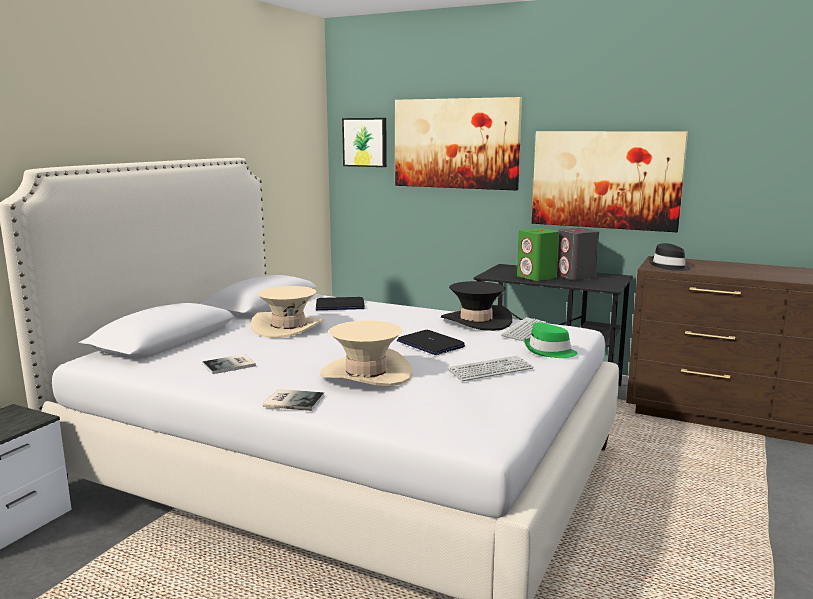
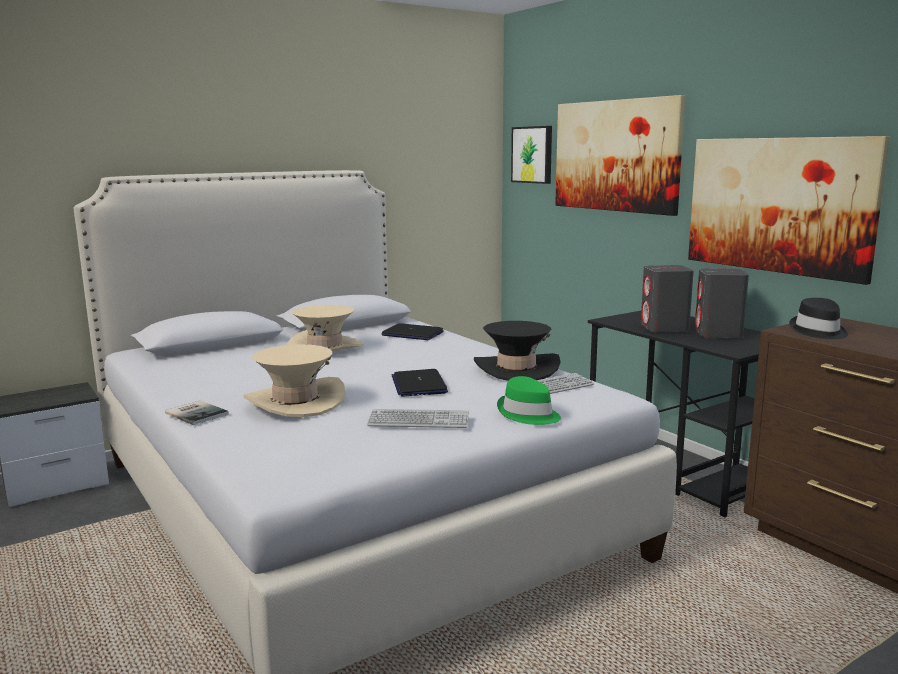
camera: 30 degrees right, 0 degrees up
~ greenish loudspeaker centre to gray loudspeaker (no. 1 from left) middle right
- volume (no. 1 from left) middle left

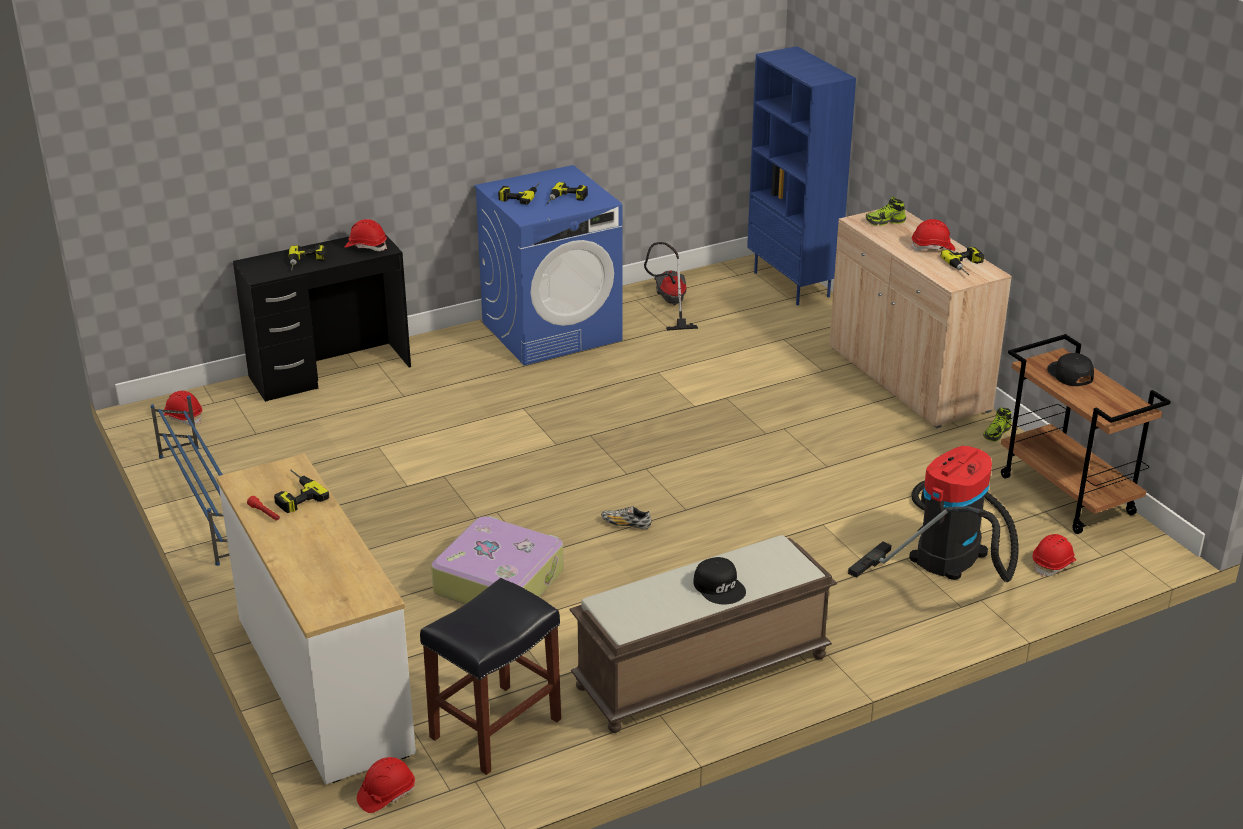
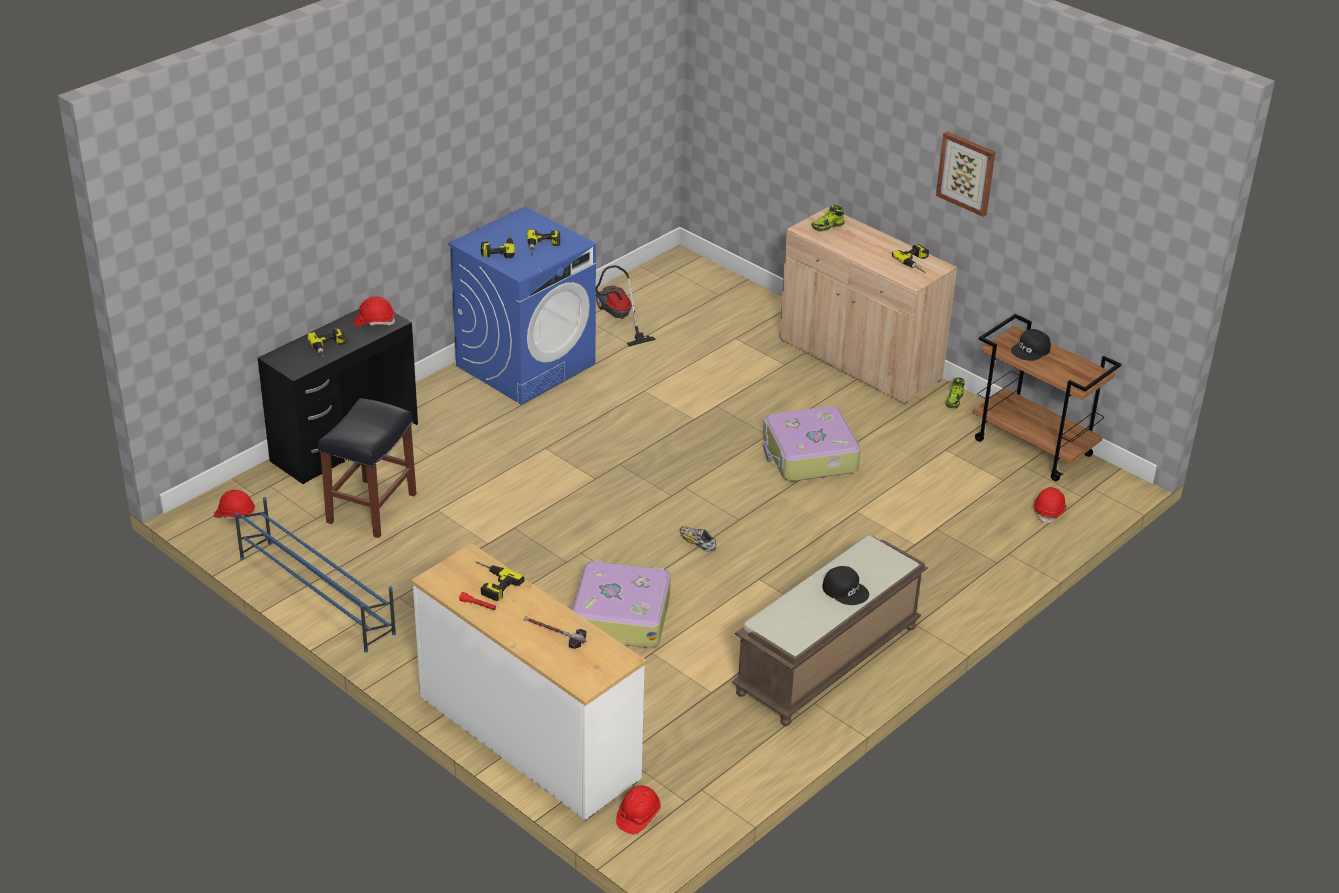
camera: 20 degrees left, 5 degrees up
~ black sitting stool bottom centre to middle left
+ hand hammer bottom centre
~ item of footwear (no. 1 from left) centre = centre 45 degrees clockwise
+ travel case (no. 2 from left) centre
+ wall picture top right
~ black cap (no. 2 from left) middle right = middle right 90 degrees counterclockwise
- bluish shelving unit top centre
- vacuum (no. 2 from left) middle right
- red safety helmet (no. 4 from left) top right

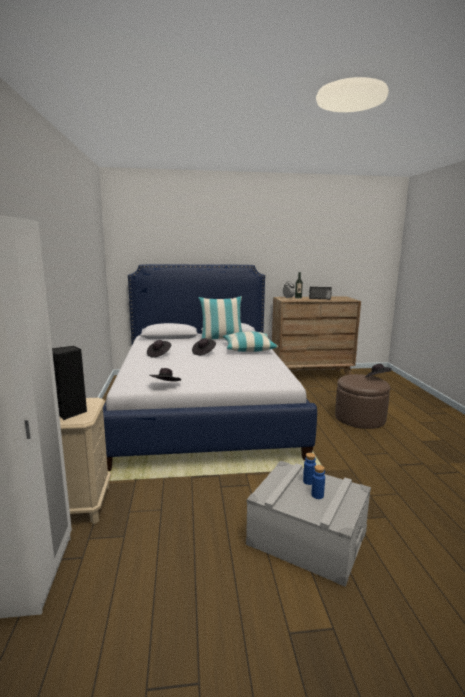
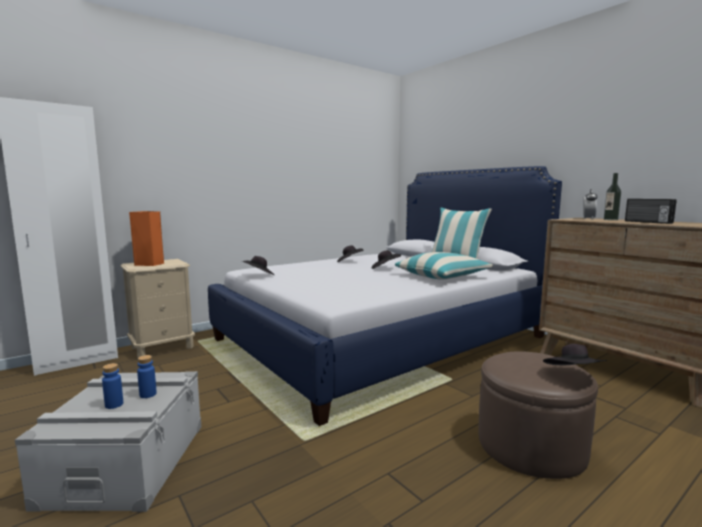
camera: 60 degrees right, 5 degrees down
~ black loudspeaker middle left to orangey loudspeaker middle left

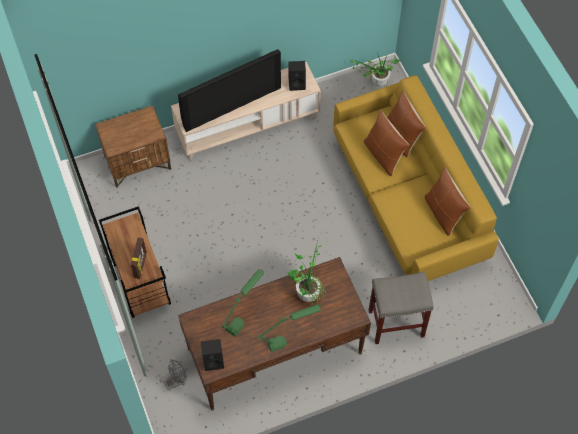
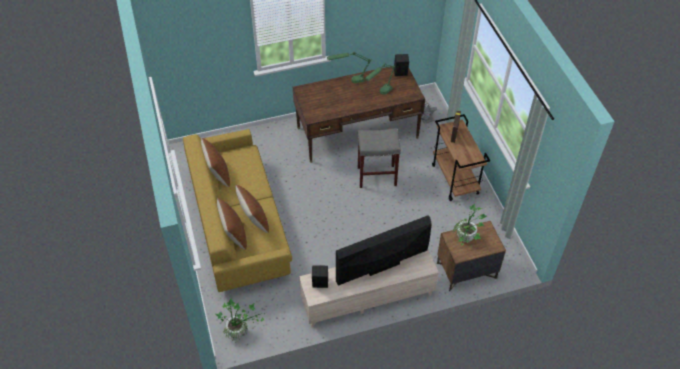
camera: 175 degrees left, 10 degrees down
~ gray sitting stool bottom right to centre
~ houseplant (no. 1 from left in the first image) centre to houseplant (no. 2 from left) middle right

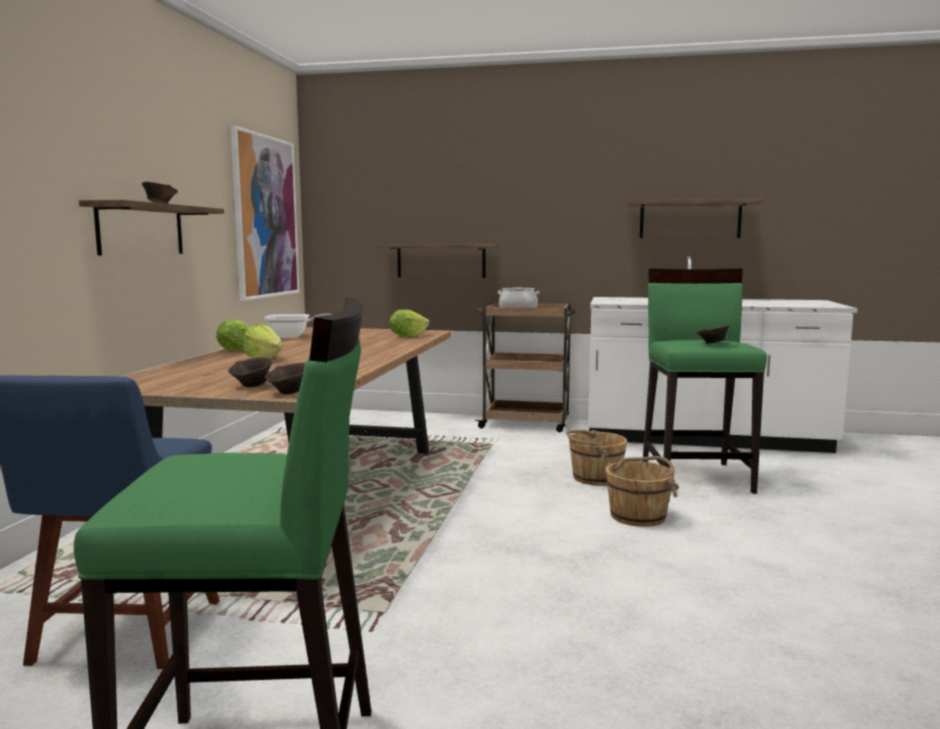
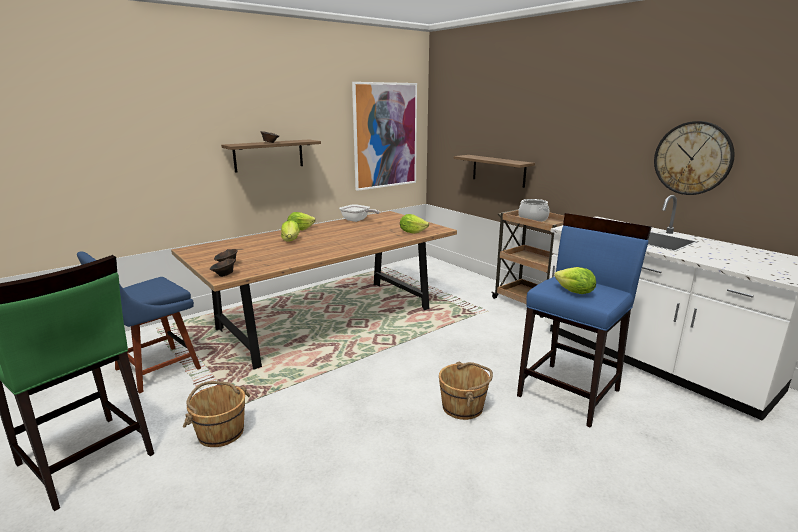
camera: 40 degrees right, 10 degrees up
~ brown-coloured water bucket (no. 1 from left) centre to bottom left
~ greenish sitting stool (no. 2 from left) middle right to bluish sitting stool middle right
~ brown-coloured deep dish (no. 4 from left) middle right to head of lettuce (no. 4 from left) middle right
~ shelf (no. 3 from left) top right to wall clock top right

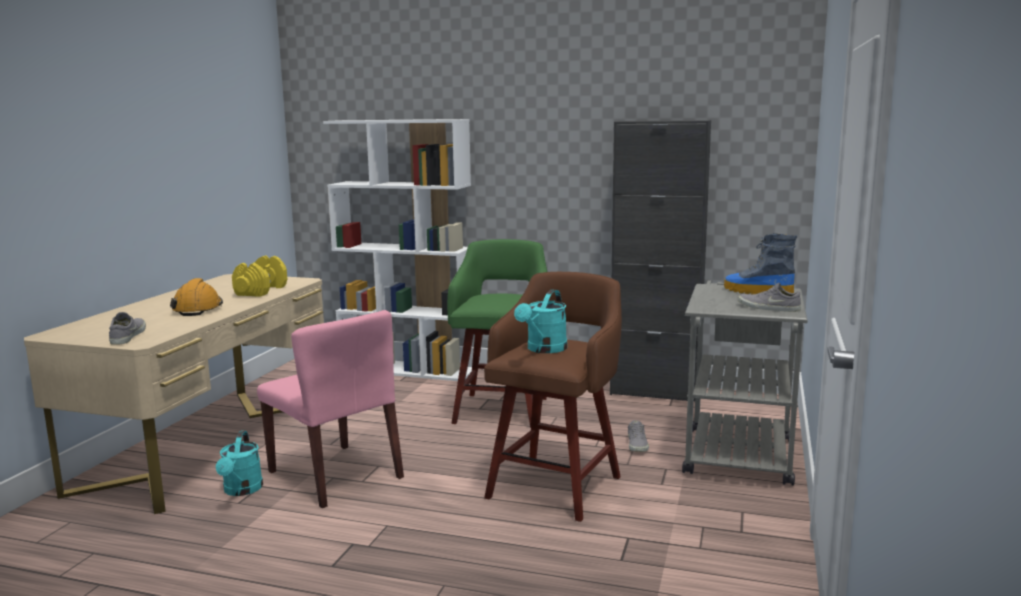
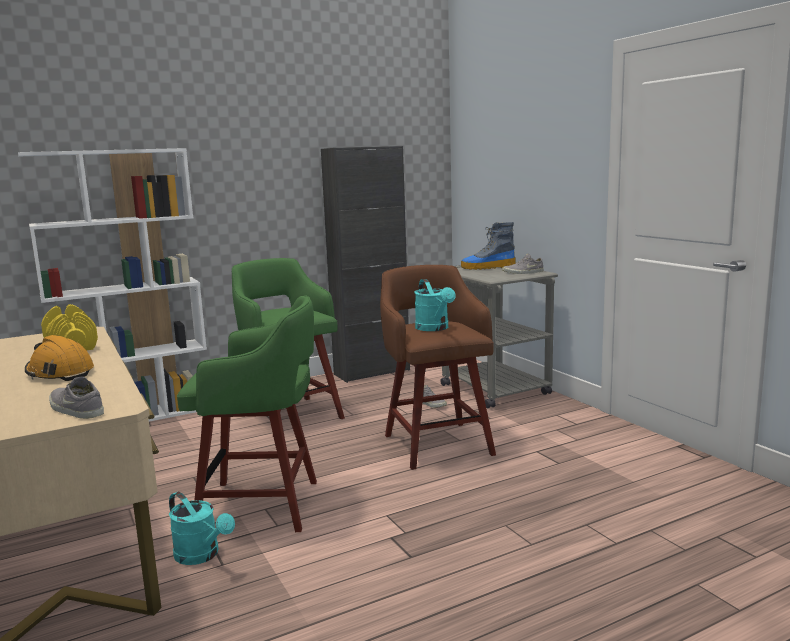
camera: 45 degrees left, 0 degrees up
~ pink upright chair bottom left to greenish sitting stool (no. 1 from left) middle left

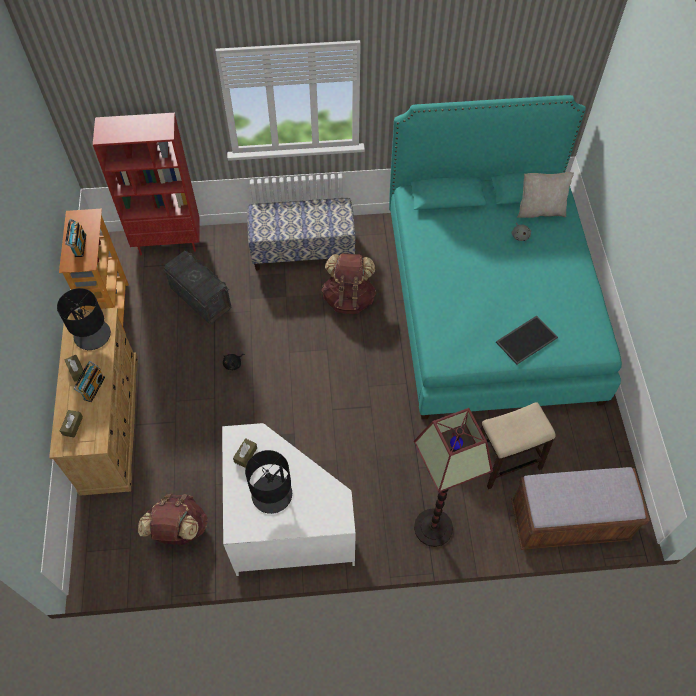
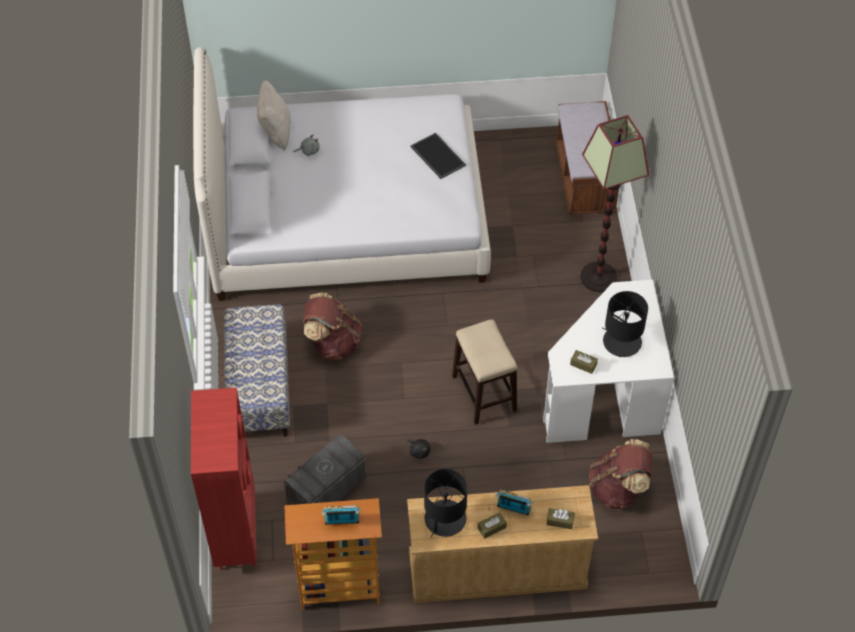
camera: 90 degrees left, 5 degrees down
~ blue-green bedroom bed middle right to white-coloured bedroom bed top centre
~ sitting stool middle right to centre

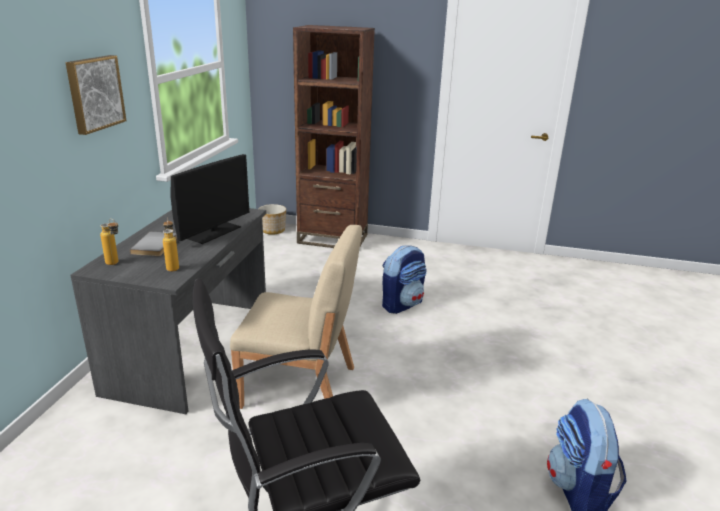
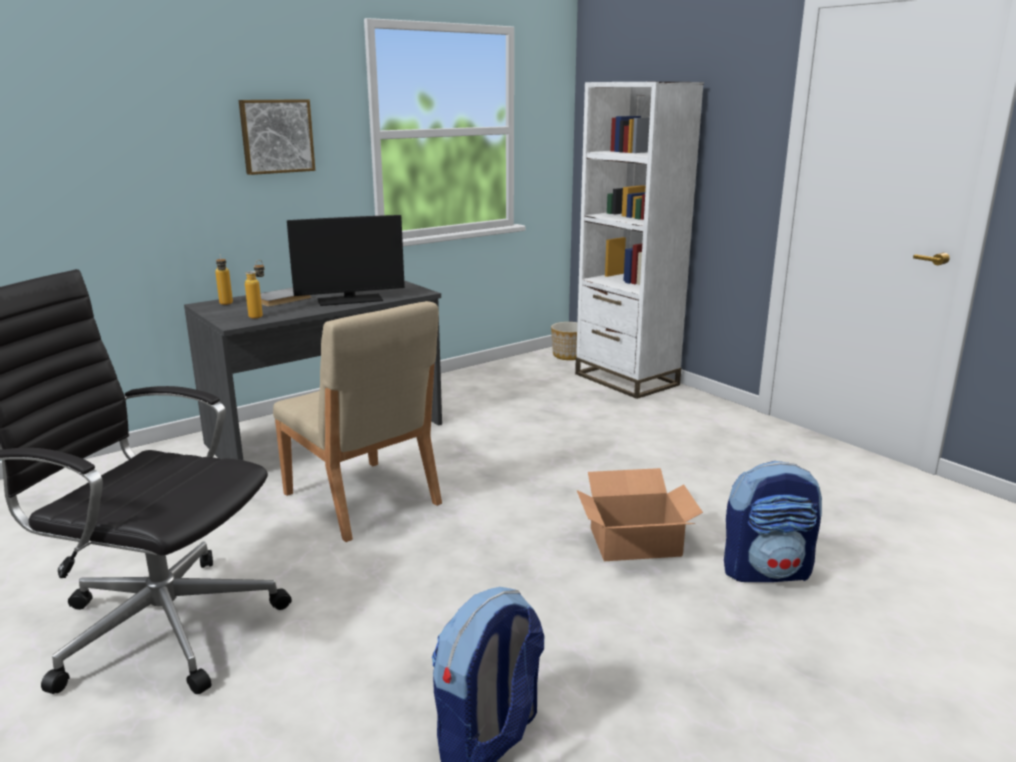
camera: 40 degrees right, 5 degrees down
~ brown-coloured shelving unit top centre to white-coloured shelving unit top centre
+ carton bottom centre
~ rucksack (no. 1 from left in the first image) centre to rucksack (no. 2 from left) bottom right

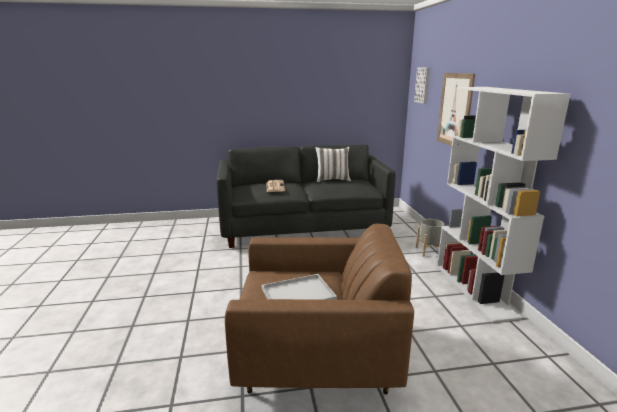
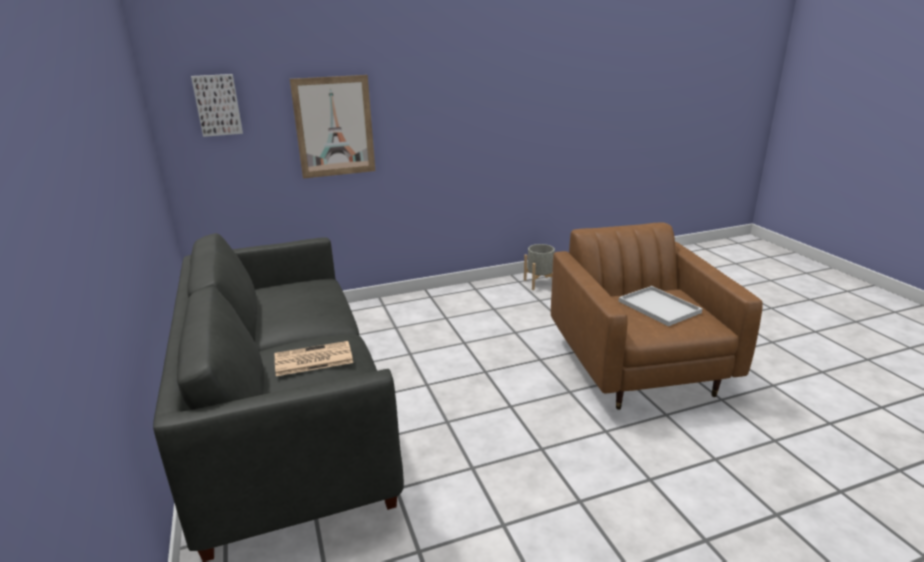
camera: 100 degrees left, 5 degrees up
~ gray plant pot middle right to centre
- white-coloured cushion centre
- white-coloured shelving unit middle right

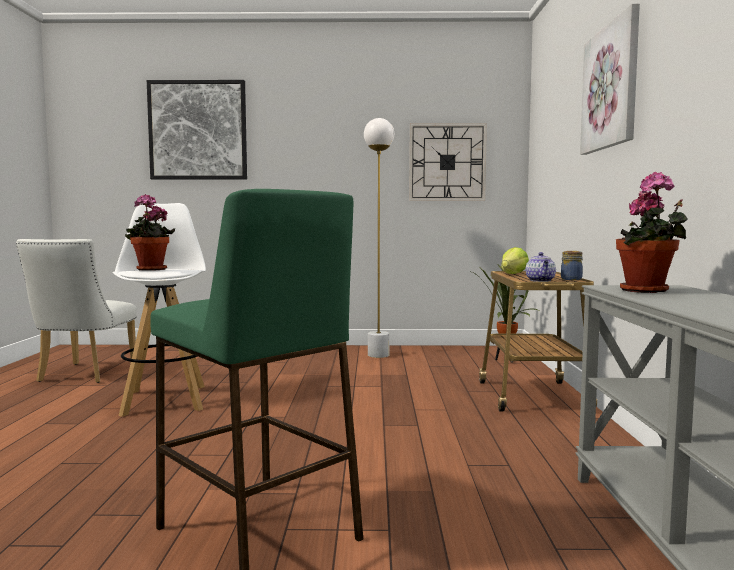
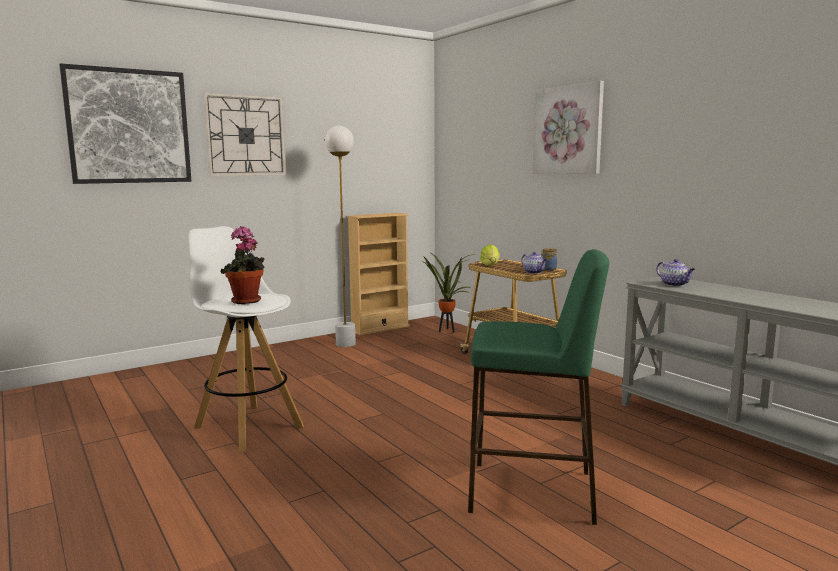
camera: 35 degrees left, 5 degrees up
~ wall clock top centre to top left
+ beige shelving unit centre
~ houseplant (no. 3 from left) middle right to teapot (no. 2 from left) middle right
- white-coloured upright chair middle left

